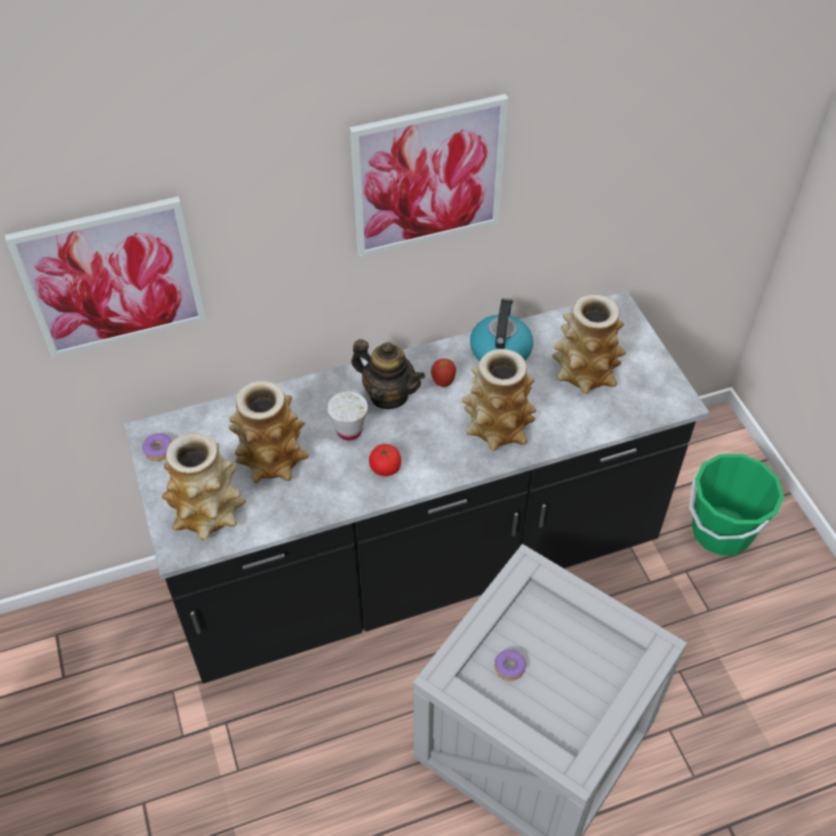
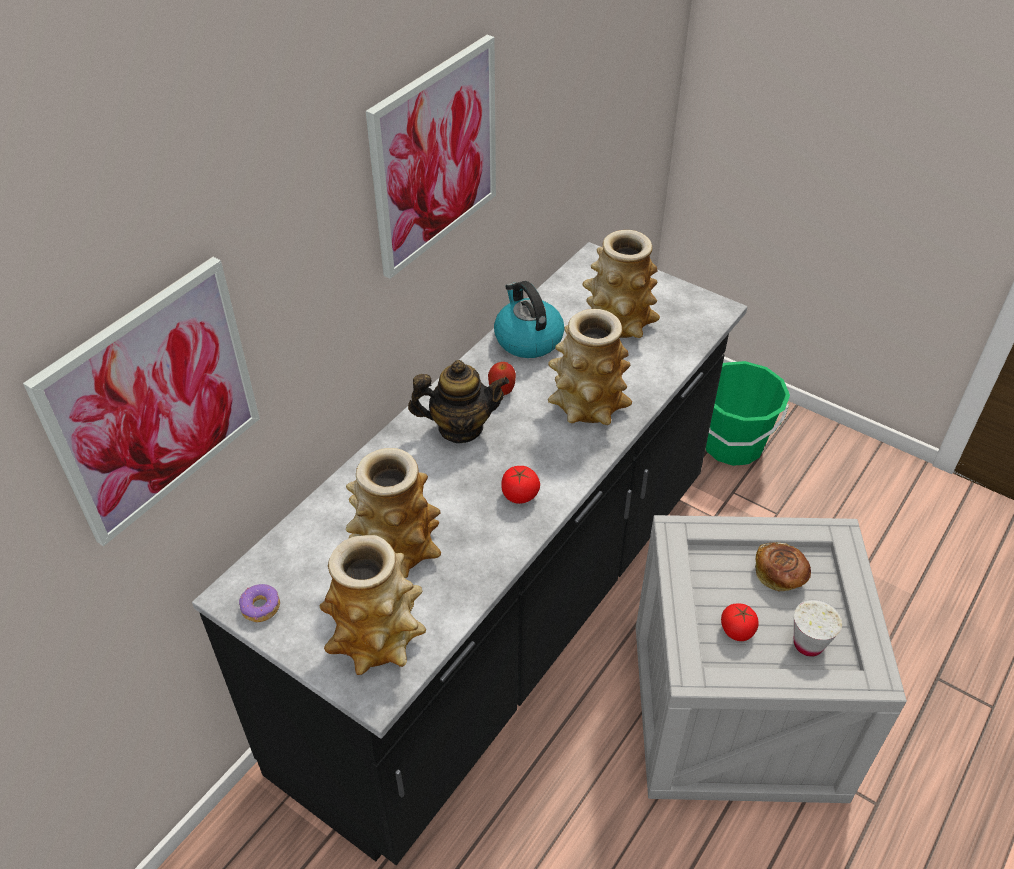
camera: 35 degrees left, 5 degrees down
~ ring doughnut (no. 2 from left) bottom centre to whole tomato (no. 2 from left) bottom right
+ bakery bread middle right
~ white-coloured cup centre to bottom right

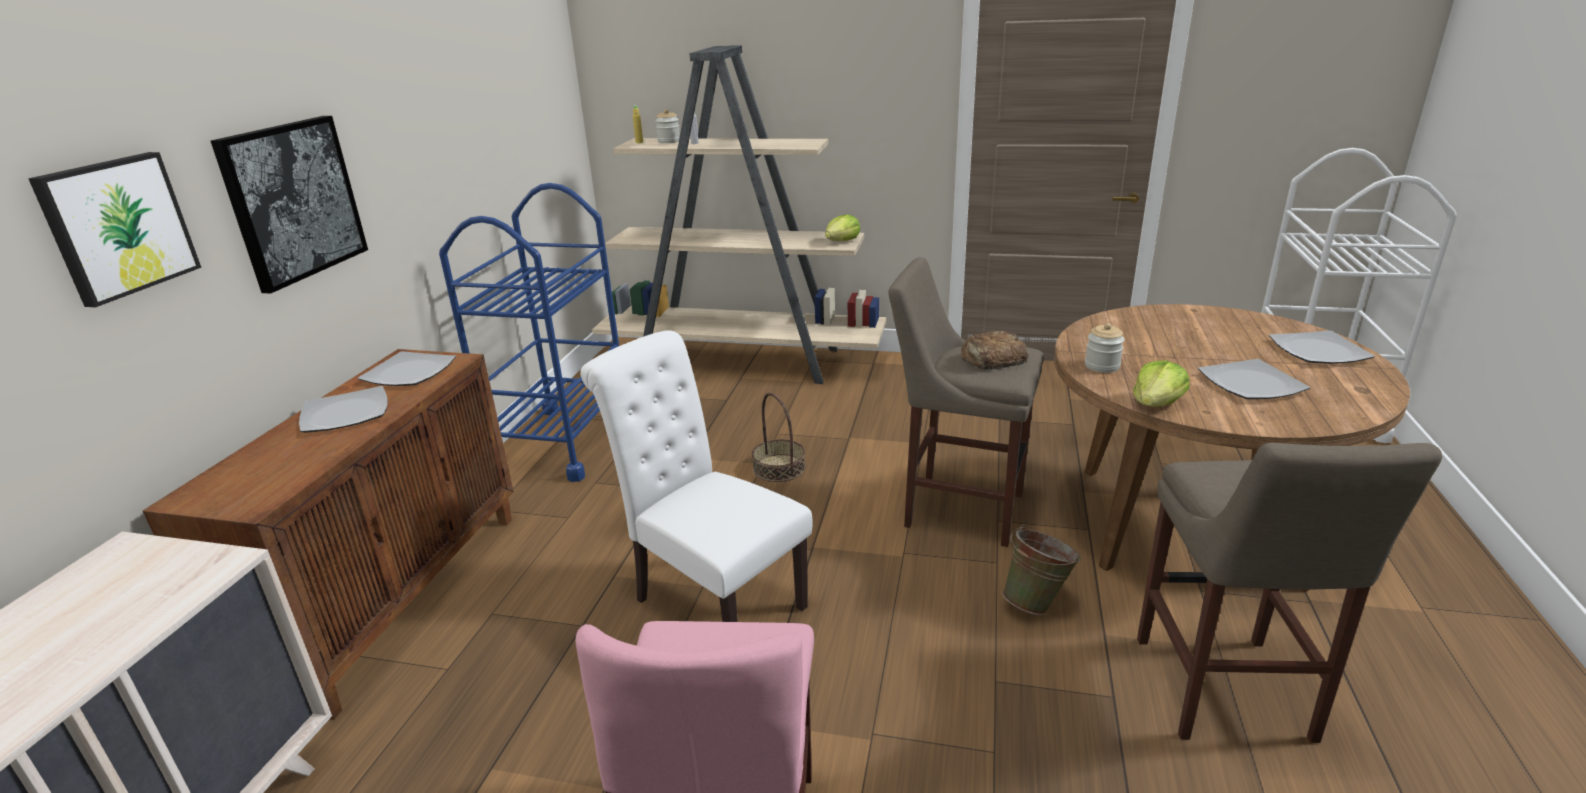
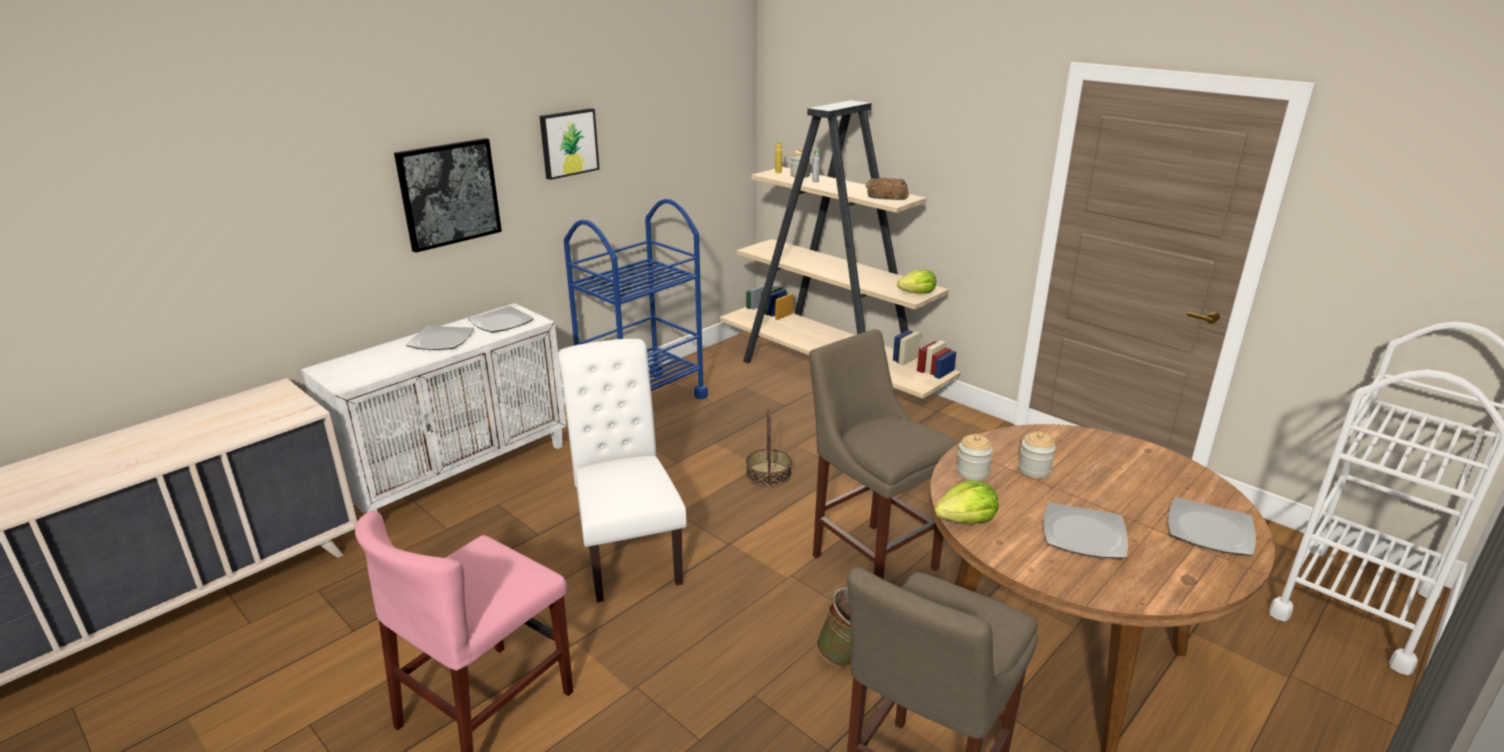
camera: 30 degrees right, 0 degrees up
~ brown-coloured cupboard bottom left to white-coloured cupboard middle left
~ wall picture (no. 1 from left in the first image) top left to wall picture (no. 2 from left) top centre
~ bakery bread centre to top centre
+ jar (no. 3 from left) middle right

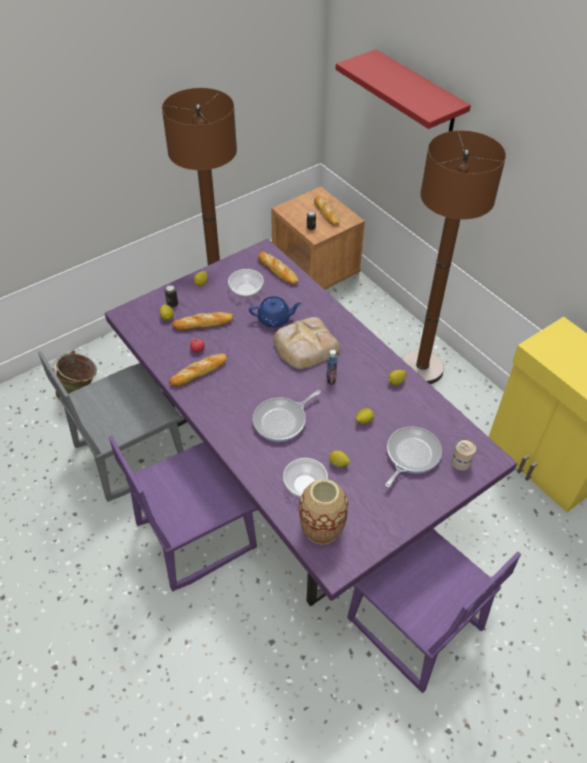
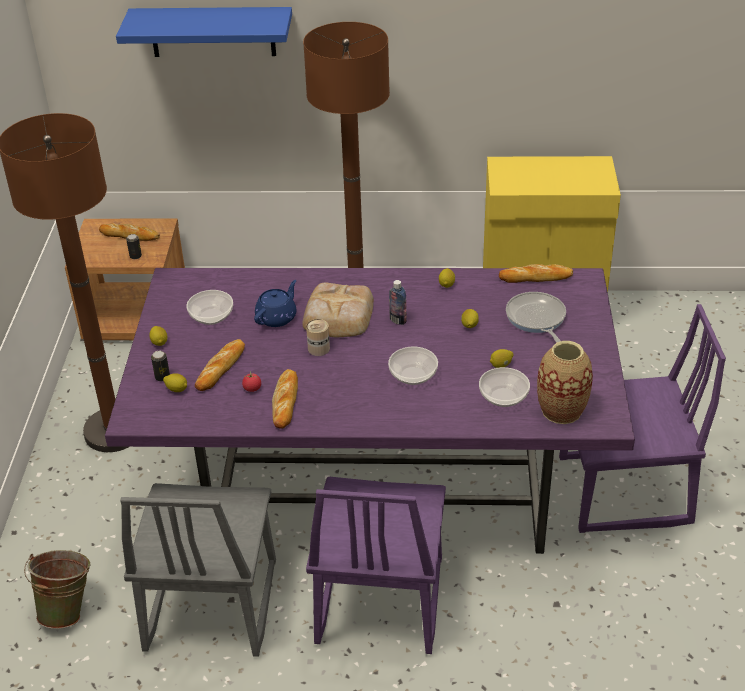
camera: 50 degrees left, 10 degrees down
~ red shelf top right to bluish shelf top left
~ sealed can (no. 3 from left) middle right to centre
~ pan (no. 1 from left) centre to deep dish (no. 2 from left) centre
~ bakery bread (no. 3 from left in the first image) centre to bakery bread (no. 5 from left) middle right

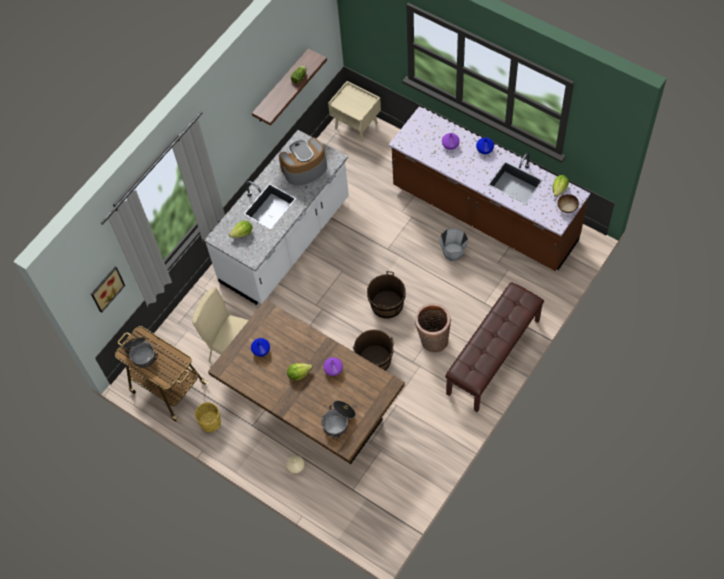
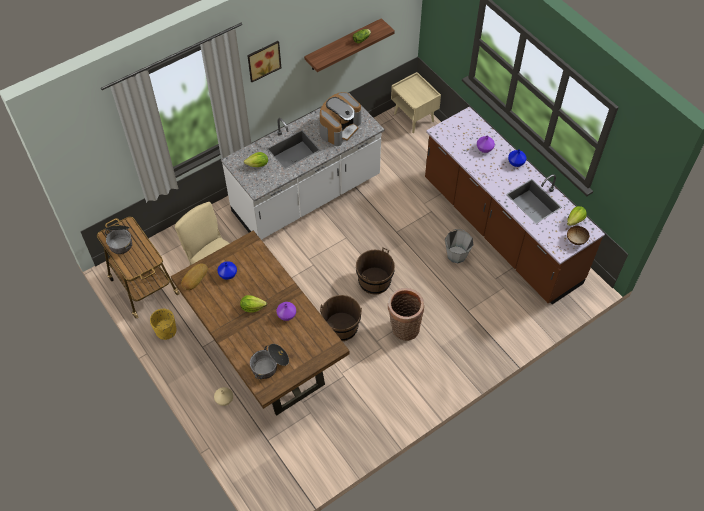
camera: 15 degrees right, 5 degrees down
+ bakery bread middle left
~ wall picture middle left to top centre
~ coffee maker top centre = top centre 135 degrees clockwise
- brown-coloured long seat middle right

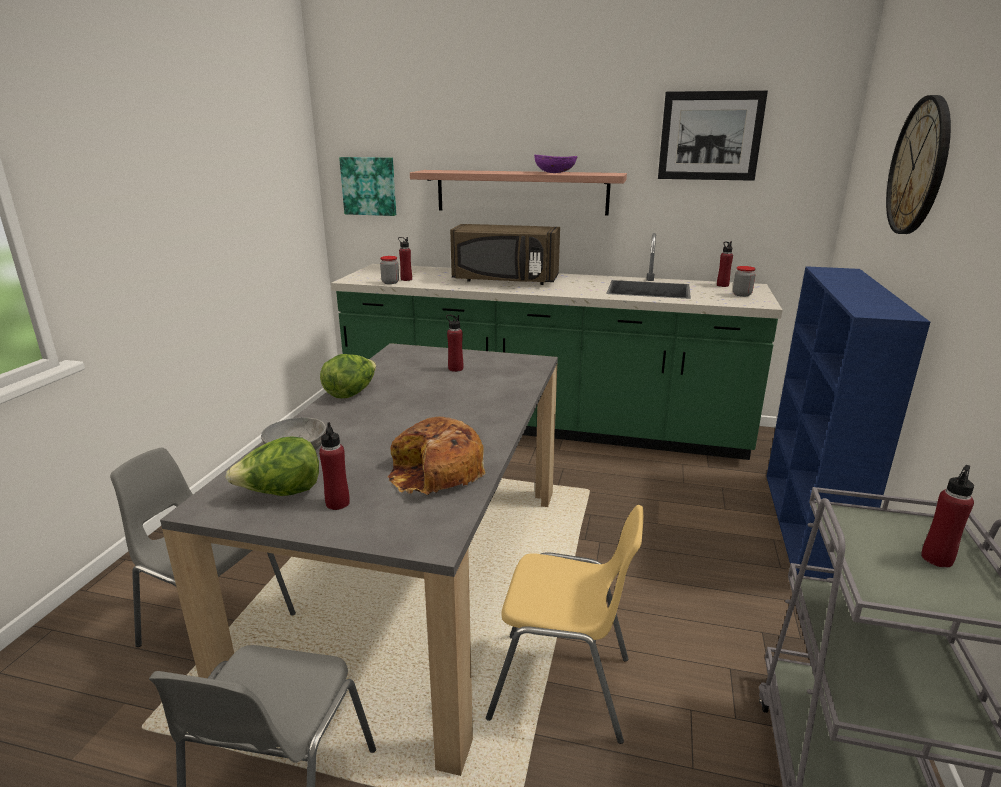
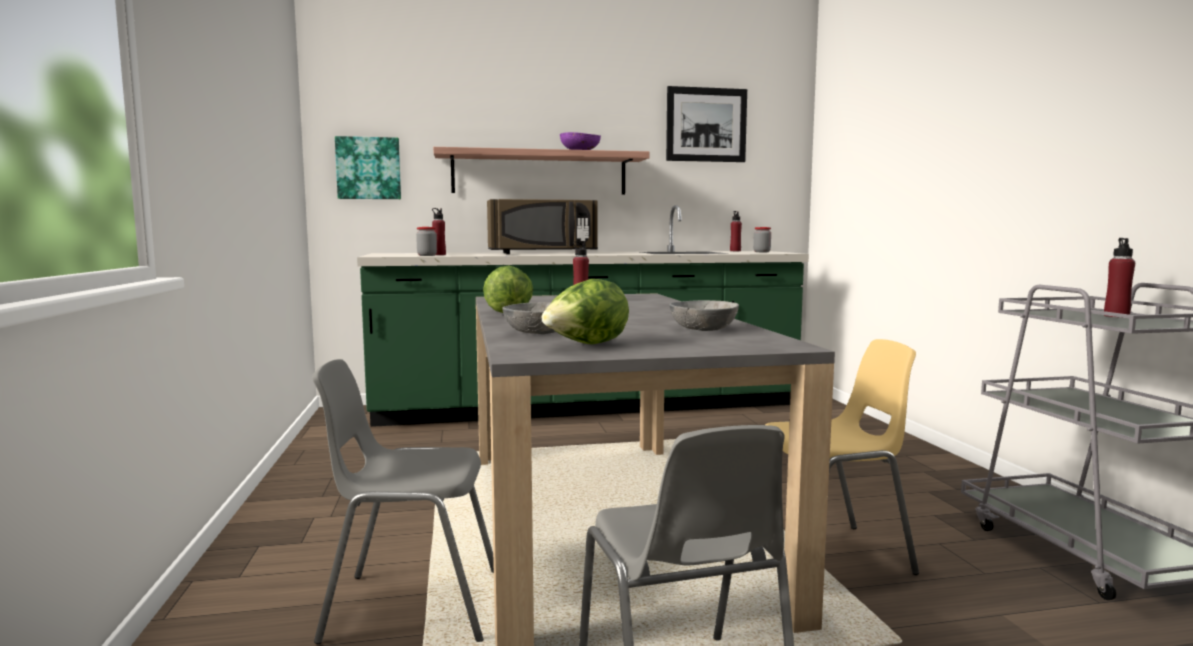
camera: 25 degrees left, 15 degrees down
~ bakery bread centre to gray deep dish (no. 2 from left) centre
- red beverage bottle (no. 1 from left) centre
- bluish shelving unit middle right
- wall clock top right

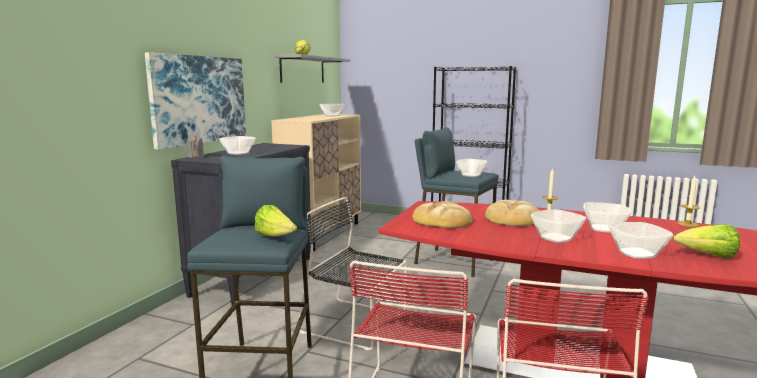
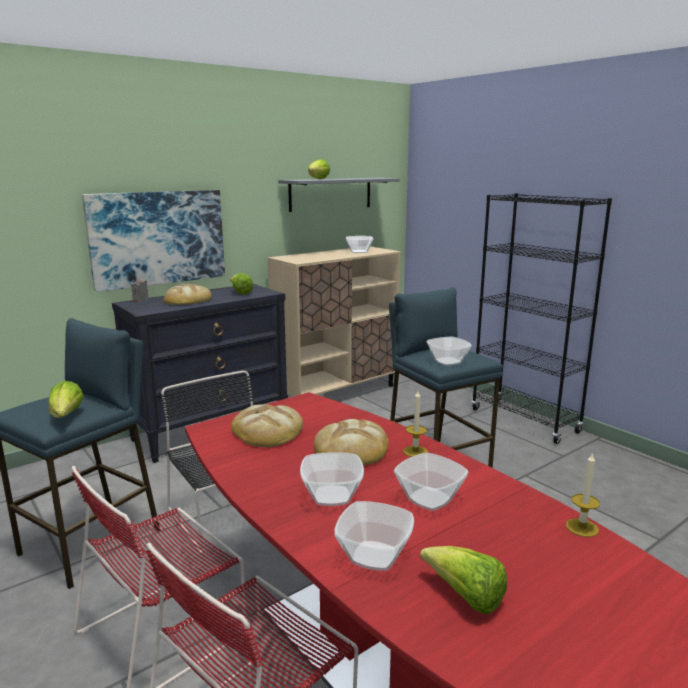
camera: 30 degrees right, 5 degrees up
~ deep dish (no. 1 from left) middle left to bakery bread (no. 1 from left) middle left
+ head of lettuce (no. 2 from left) centre

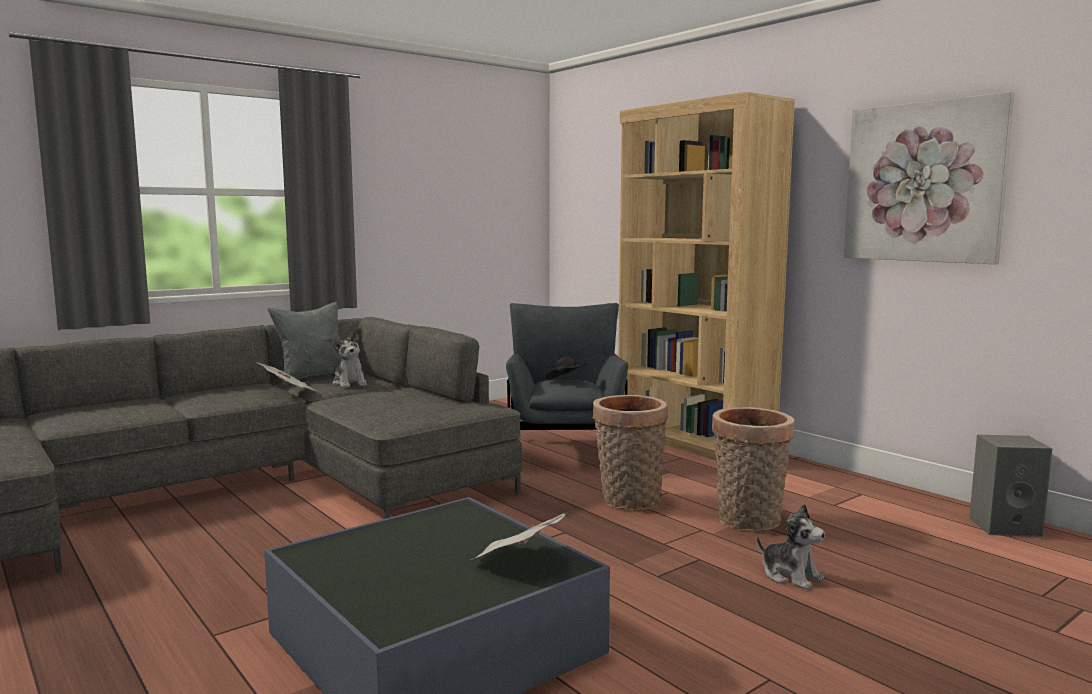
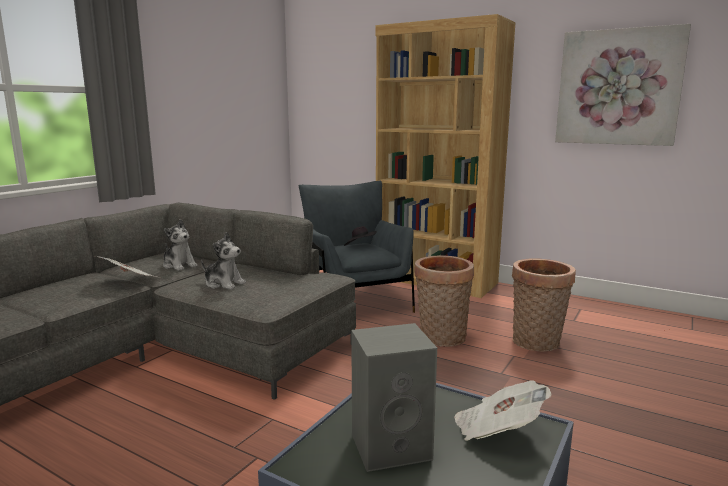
camera: 20 degrees left, 5 degrees up
~ plush toy (no. 2 from left) bottom right to middle left
~ gray loudspeaker bottom right to bottom centre
- gray cushion middle left

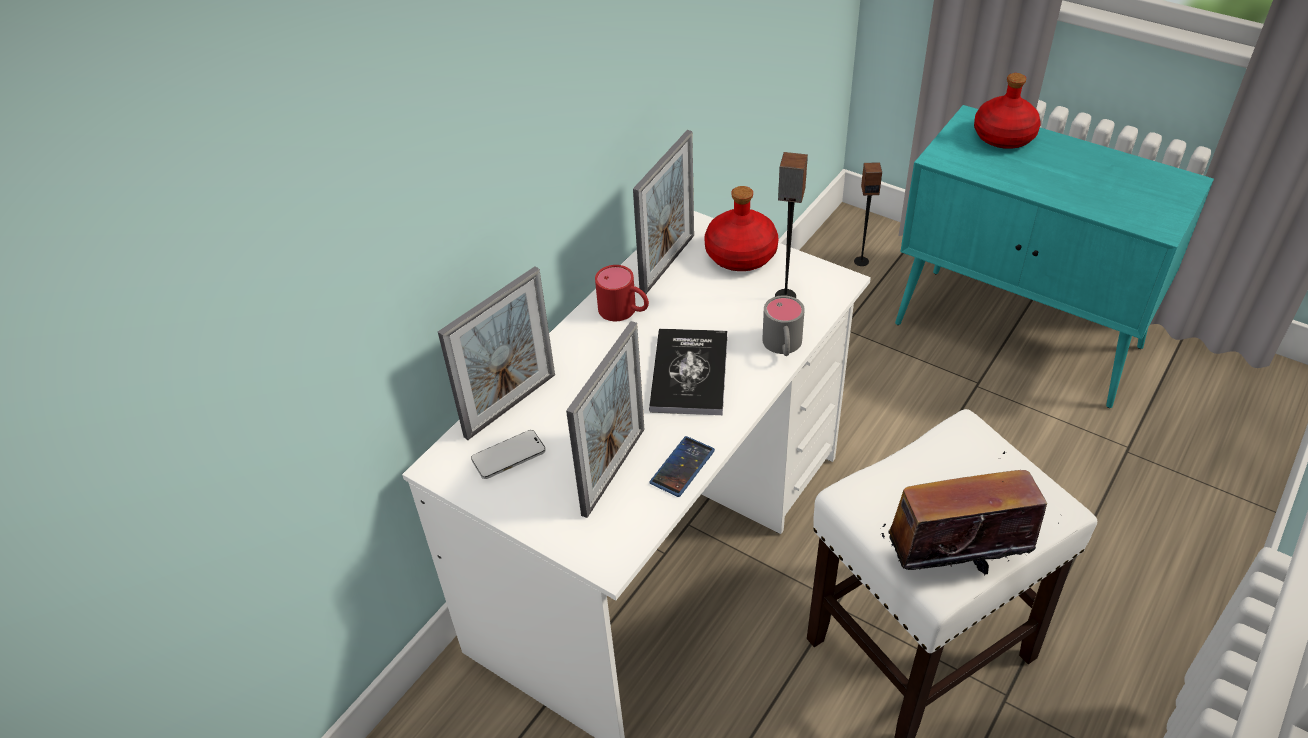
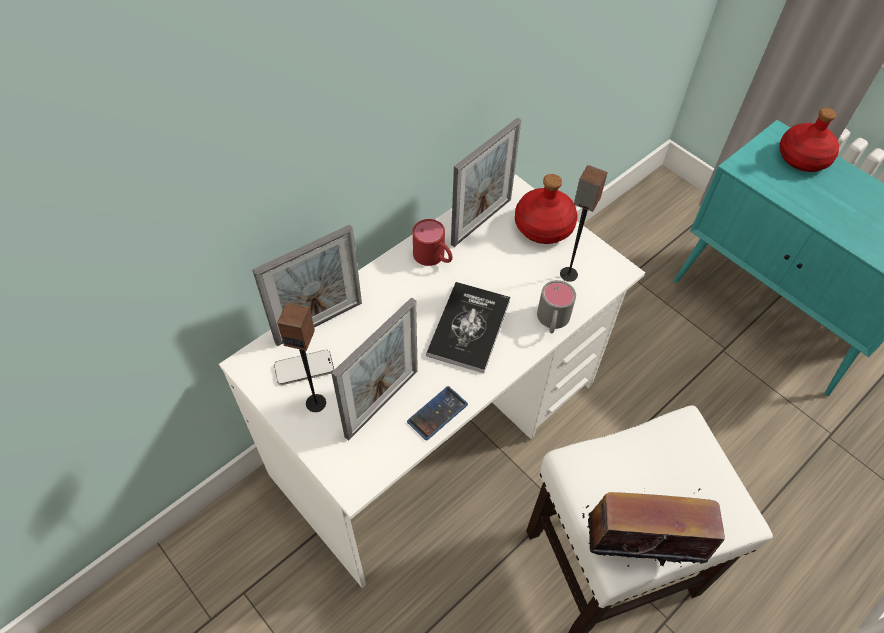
camera: 10 degrees right, 10 degrees up
~ loudspeaker (no. 2 from left in the first image) top centre to loudspeaker (no. 1 from left) centre

